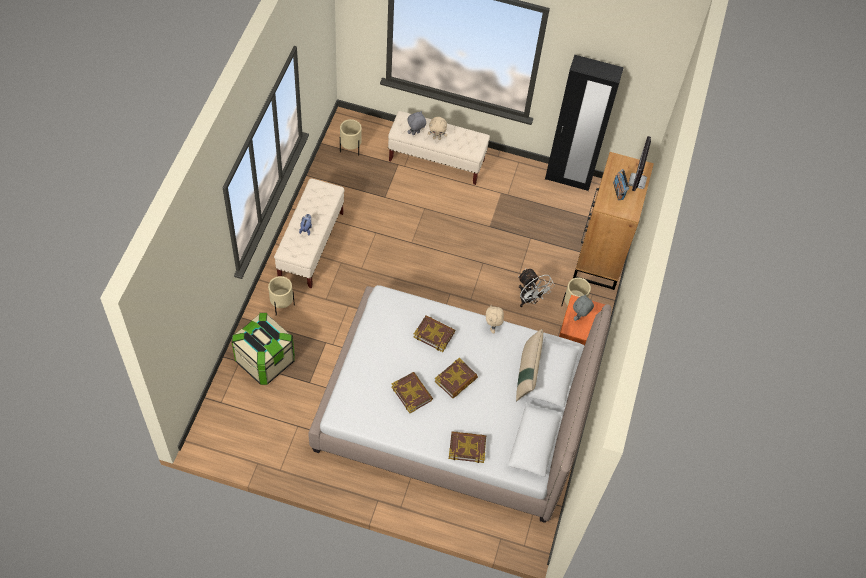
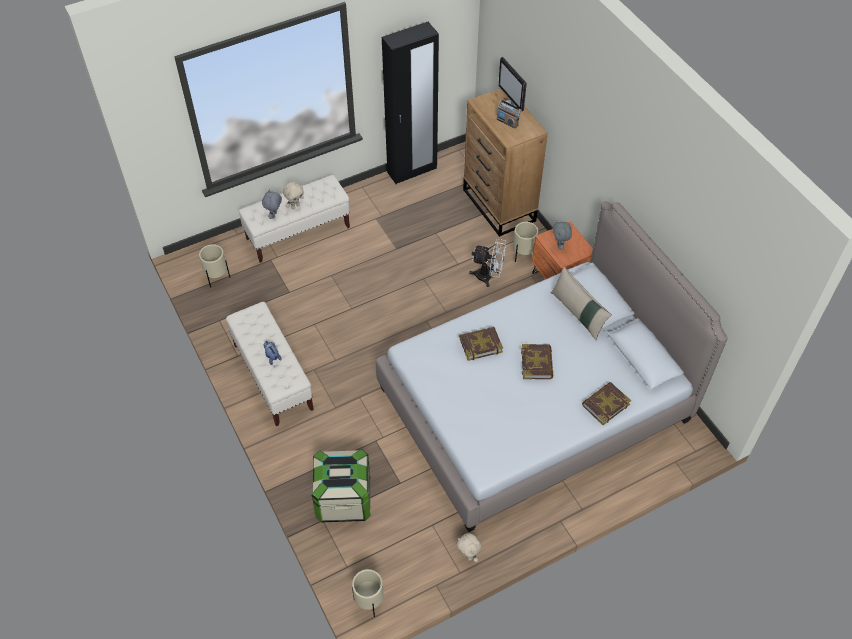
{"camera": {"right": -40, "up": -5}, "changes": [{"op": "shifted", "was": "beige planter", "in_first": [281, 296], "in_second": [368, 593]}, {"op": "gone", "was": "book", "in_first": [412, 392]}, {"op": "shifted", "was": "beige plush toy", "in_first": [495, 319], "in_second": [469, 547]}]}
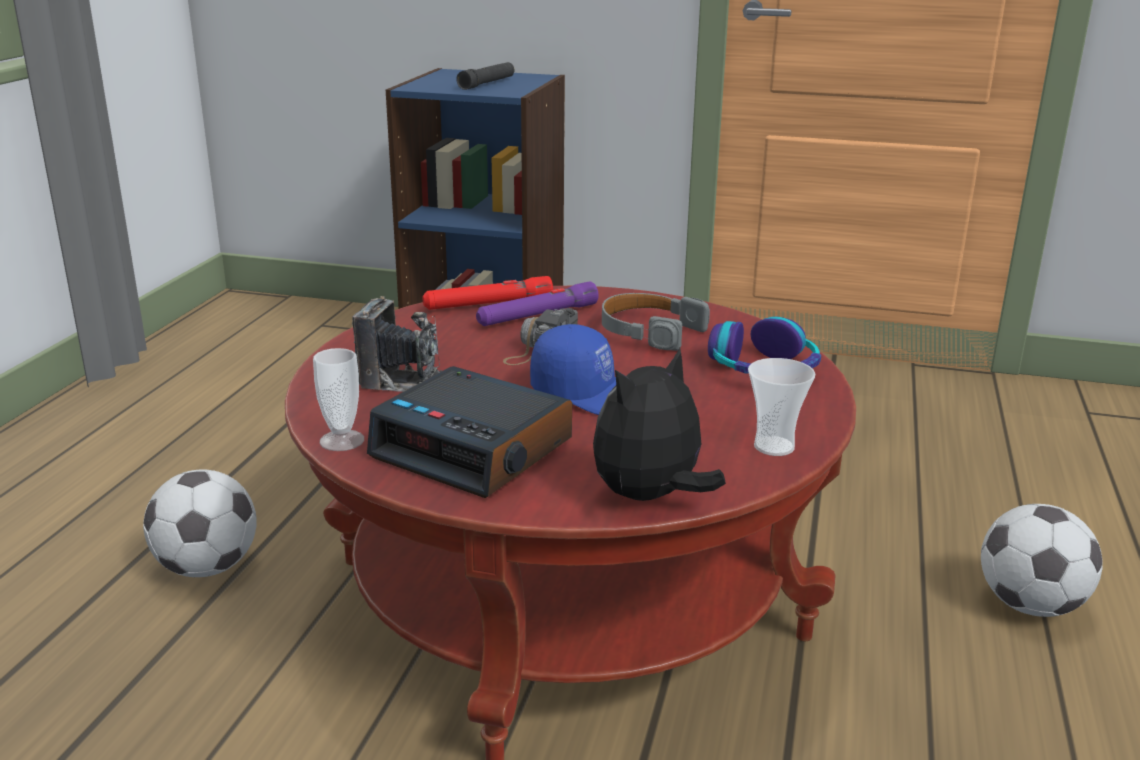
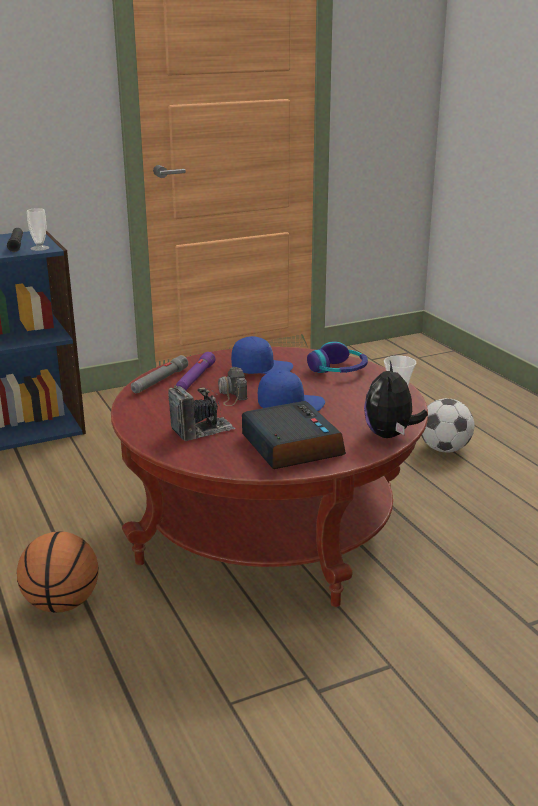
{"camera": {"right": -40, "up": 0}, "changes": [{"op": "swapped", "was": "football", "now": "basketball", "in_first": [200, 523], "in_second": [58, 572]}, {"op": "shifted", "was": "cup", "in_first": [338, 399], "in_second": [38, 229]}, {"op": "rotated", "was": "alarm clock", "in_first": [469, 432], "in_second": [294, 435], "clockwise": -105}, {"op": "repainted", "was": "red flashlight", "now": "grey flashlight", "in_first": [487, 293], "in_second": [159, 374]}, {"op": "swapped", "was": "grey headphones", "now": "blue cap", "in_first": [656, 322], "in_second": [262, 355]}]}
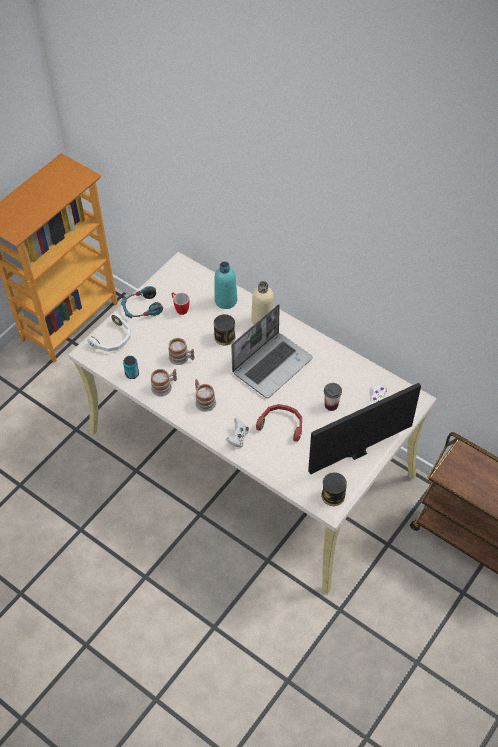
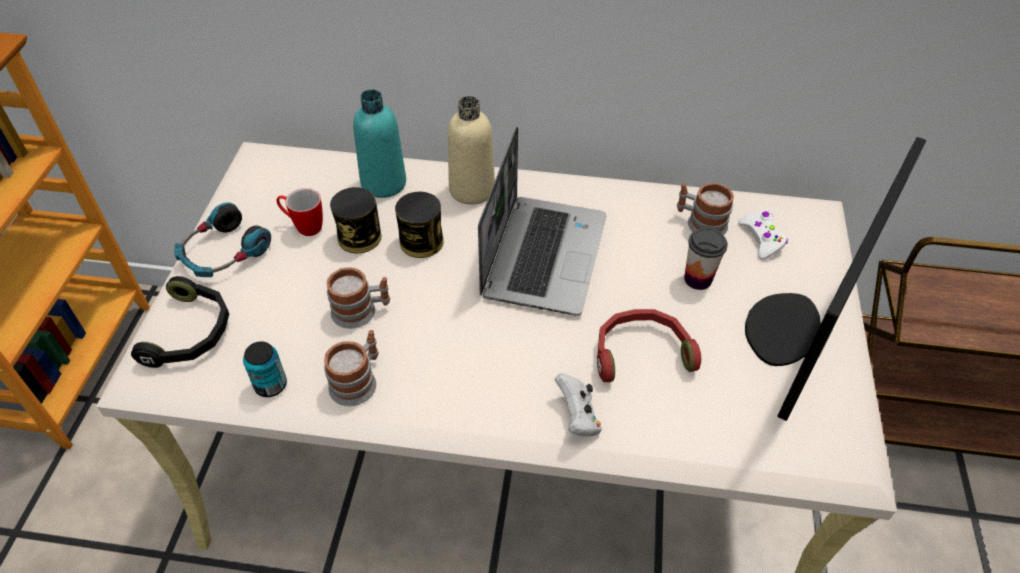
{"camera": {"right": -30, "up": -5}, "changes": [{"op": "repainted", "was": "white headphones", "now": "black headphones", "in_first": [109, 332], "in_second": [180, 322]}, {"op": "shifted", "was": "mug", "in_first": [205, 395], "in_second": [705, 209]}, {"op": "shifted", "was": "can", "in_first": [334, 489], "in_second": [355, 220]}]}
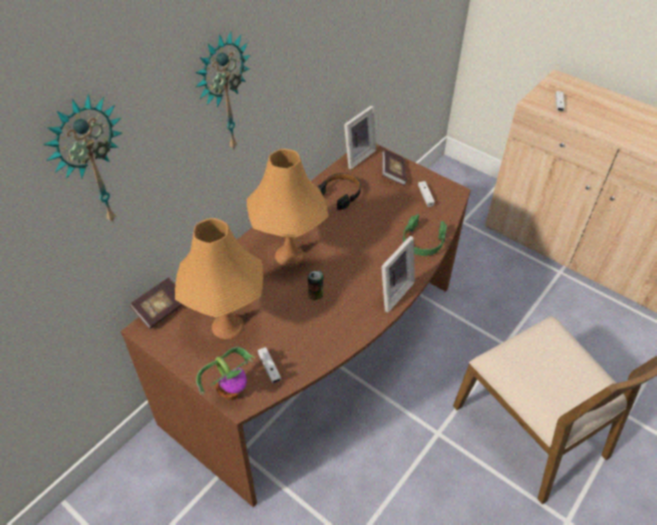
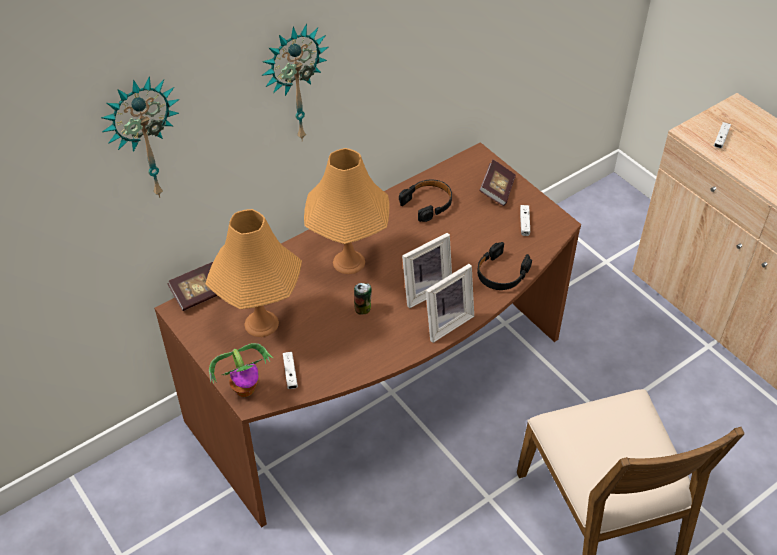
{"camera": {"right": 15, "up": 0}, "changes": [{"op": "shifted", "was": "picture frame", "in_first": [360, 137], "in_second": [427, 270]}, {"op": "repainted", "was": "green headphones", "now": "black headphones", "in_first": [425, 235], "in_second": [504, 266]}]}
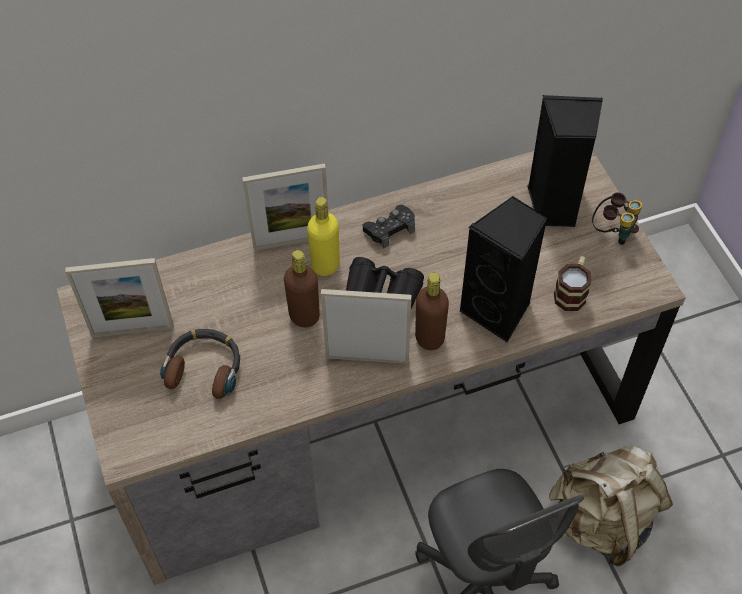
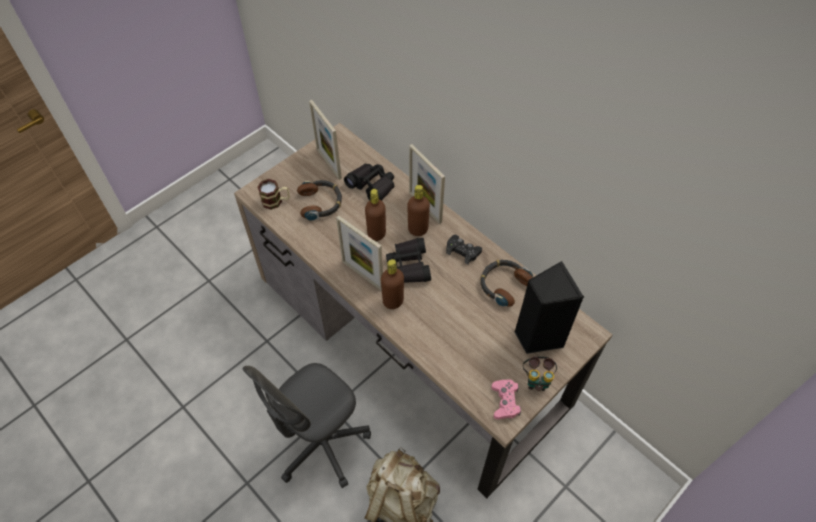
{"camera": {"right": 65, "up": 0}, "changes": [{"op": "repainted", "was": "yellow bottle", "now": "brown bottle", "in_first": [323, 236], "in_second": [418, 210]}, {"op": "rotated", "was": "picture frame", "in_first": [366, 326], "in_second": [359, 253], "clockwise": 150}, {"op": "gone", "was": "black speaker", "in_first": [503, 269]}, {"op": "shifted", "was": "mug", "in_first": [573, 283], "in_second": [274, 194]}, {"op": "new", "now": "black binoculars", "in_second": [369, 182]}, {"op": "new", "now": "headphones", "in_second": [506, 283]}, {"op": "new", "now": "pink game controller", "in_second": [506, 399]}]}
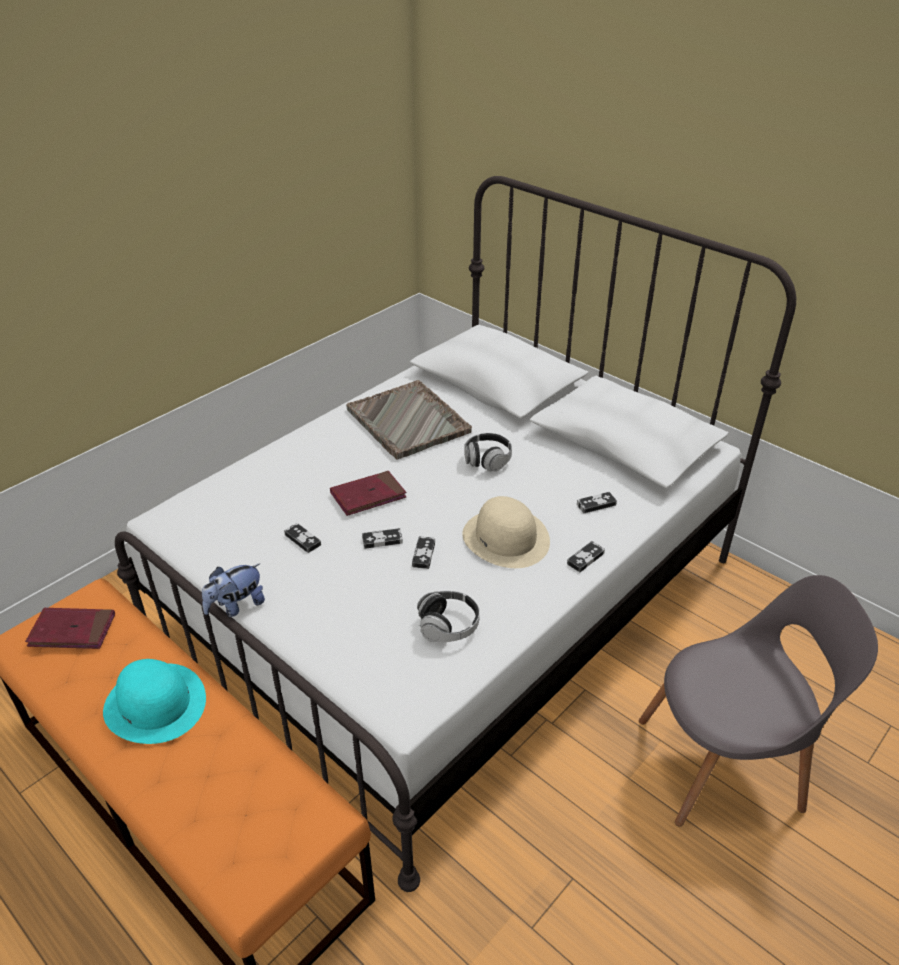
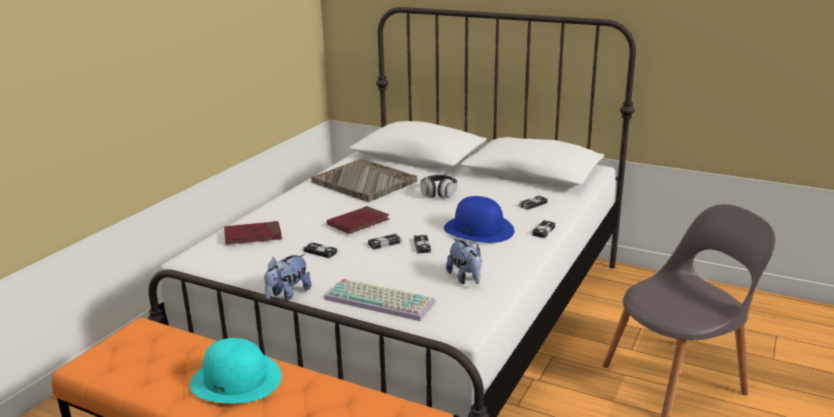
{"camera": {"right": -15, "up": -15}, "changes": [{"op": "shifted", "was": "red book", "in_first": [70, 628], "in_second": [253, 233]}, {"op": "swapped", "was": "headphones", "now": "plush toy", "in_first": [448, 616], "in_second": [464, 261]}, {"op": "repainted", "was": "beige hat", "now": "blue hat", "in_first": [506, 532], "in_second": [479, 219]}, {"op": "new", "now": "keyboard", "in_second": [380, 300]}]}
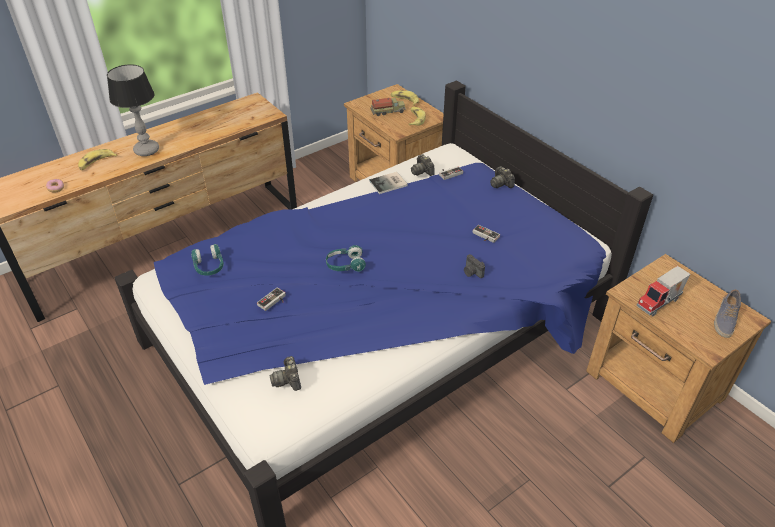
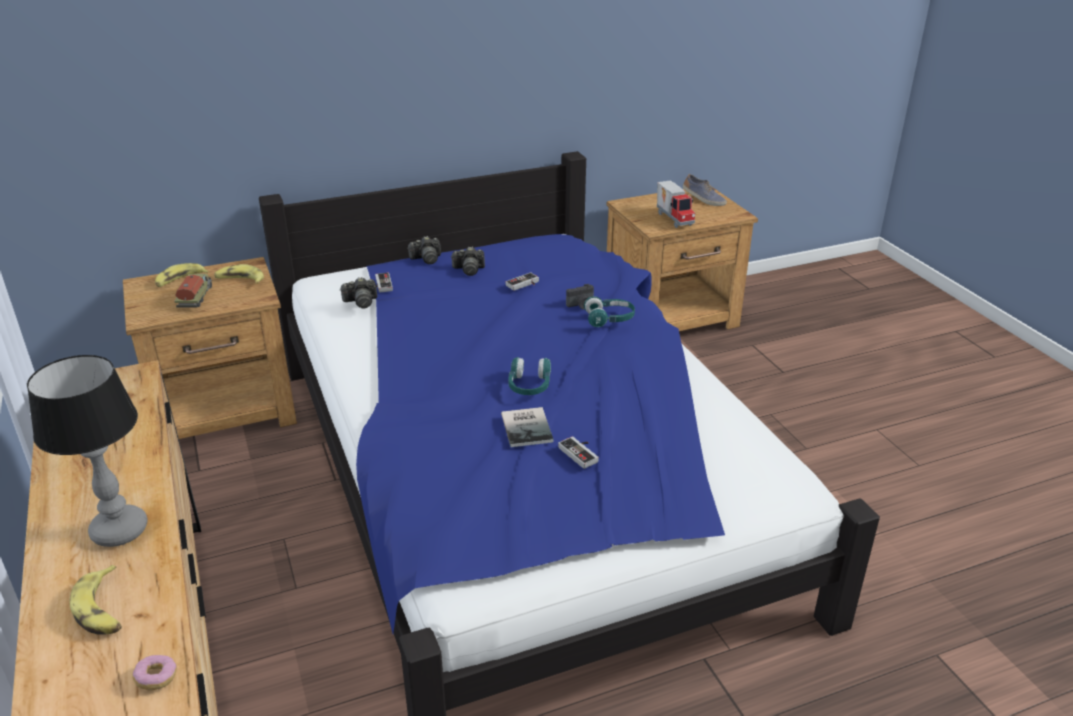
{"camera": {"right": -75, "up": -10}, "changes": [{"op": "shifted", "was": "turquoise headphones", "in_first": [207, 260], "in_second": [609, 311]}, {"op": "shifted", "was": "photo camera", "in_first": [285, 373], "in_second": [467, 261]}, {"op": "shifted", "was": "book", "in_first": [388, 183], "in_second": [527, 427]}]}
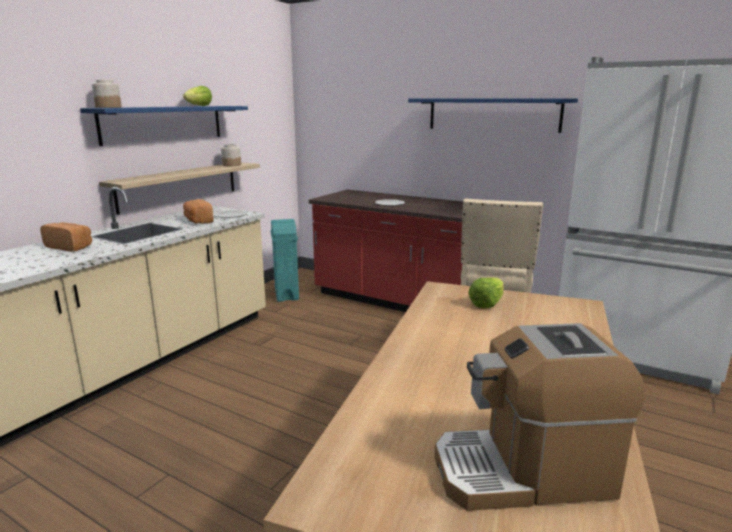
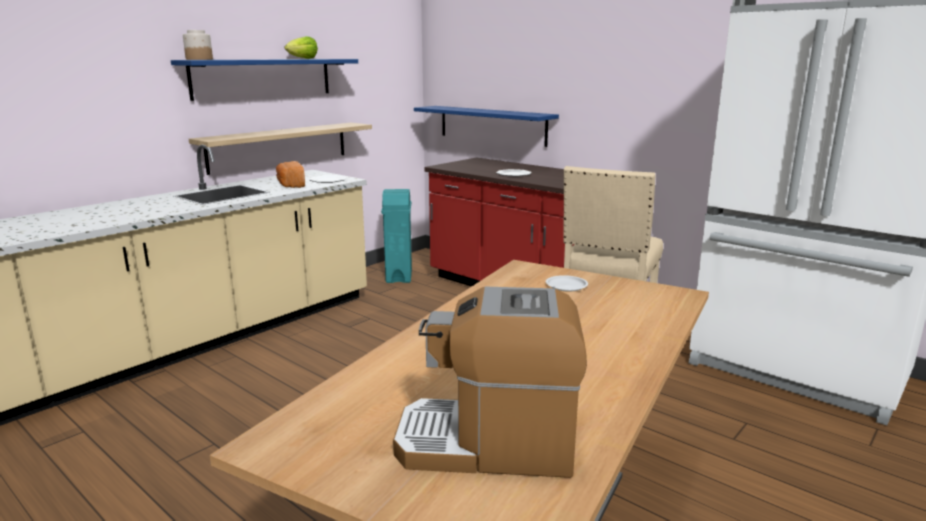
{"camera": {"right": 10, "up": 0}, "changes": [{"op": "gone", "was": "bread", "in_first": [66, 237]}, {"op": "gone", "was": "jar", "in_first": [231, 155]}, {"op": "shifted", "was": "blue shelf", "in_first": [493, 116], "in_second": [486, 126]}, {"op": "swapped", "was": "lettuce", "now": "white plate", "in_first": [486, 293], "in_second": [567, 283]}]}
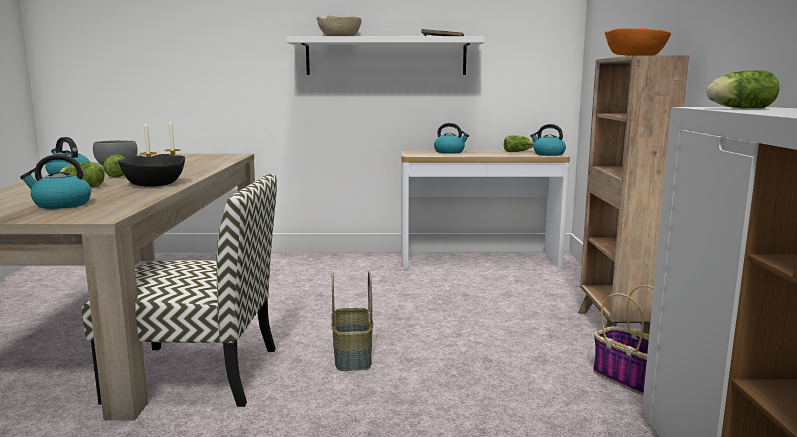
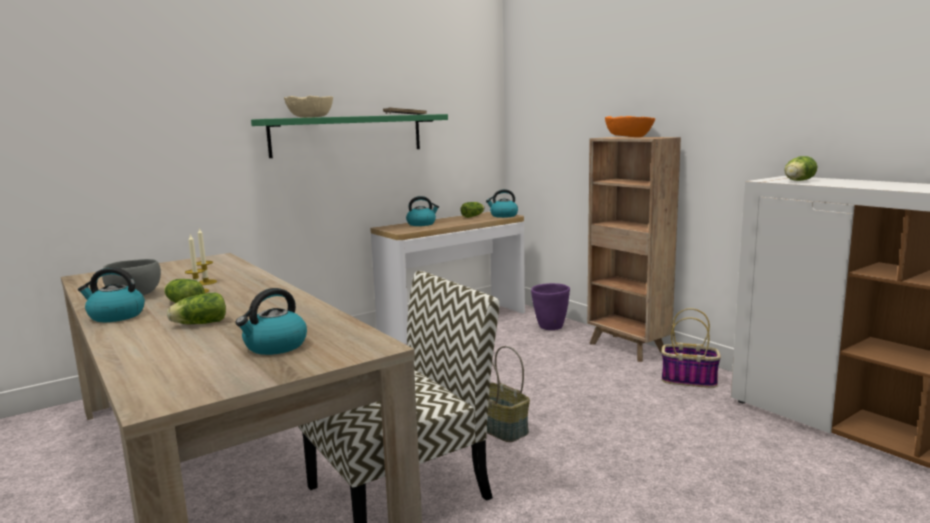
{"camera": {"right": -35, "up": 0}, "changes": [{"op": "gone", "was": "black bowl", "in_first": [151, 170]}, {"op": "repainted", "was": "white shelf", "now": "green shelf", "in_first": [385, 55], "in_second": [349, 136]}, {"op": "new", "now": "purple planter", "in_second": [550, 306]}]}
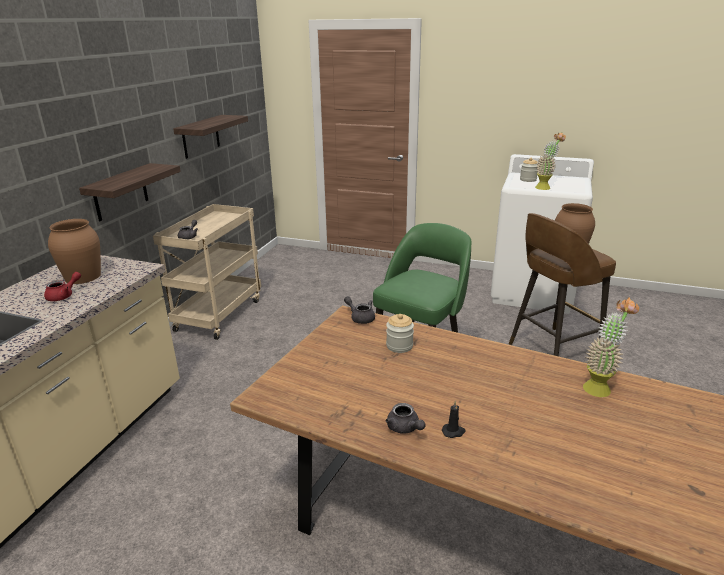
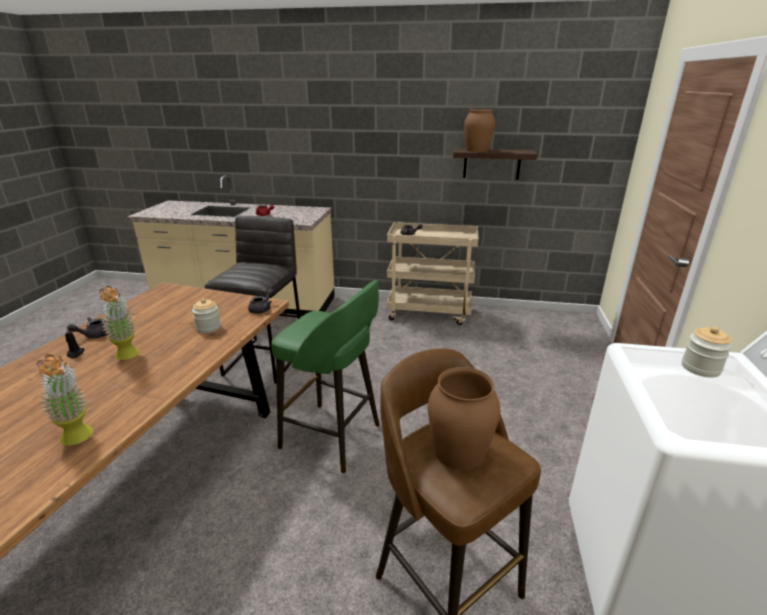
{"camera": {"right": 80, "up": 0}, "changes": [{"op": "shifted", "was": "brown vase", "in_first": [74, 251], "in_second": [479, 130]}, {"op": "gone", "was": "shelf", "in_first": [130, 192]}, {"op": "shifted", "was": "potted plant", "in_first": [550, 161], "in_second": [119, 323]}, {"op": "new", "now": "grey stool", "in_second": [253, 300]}]}
